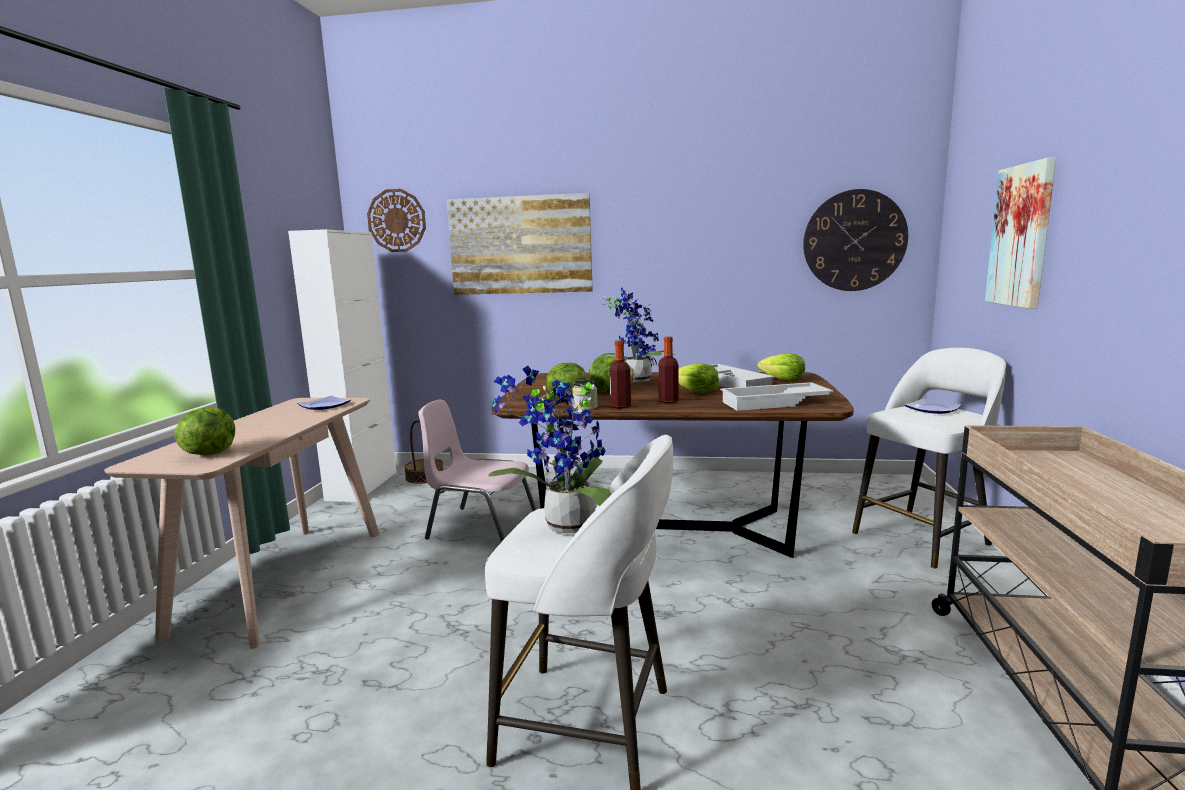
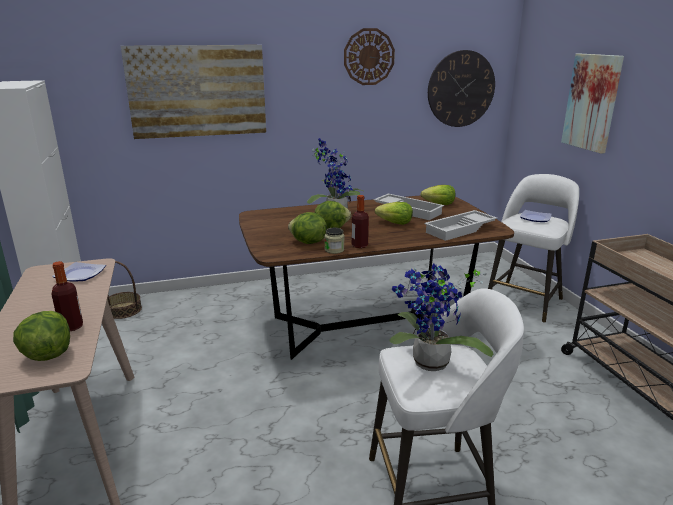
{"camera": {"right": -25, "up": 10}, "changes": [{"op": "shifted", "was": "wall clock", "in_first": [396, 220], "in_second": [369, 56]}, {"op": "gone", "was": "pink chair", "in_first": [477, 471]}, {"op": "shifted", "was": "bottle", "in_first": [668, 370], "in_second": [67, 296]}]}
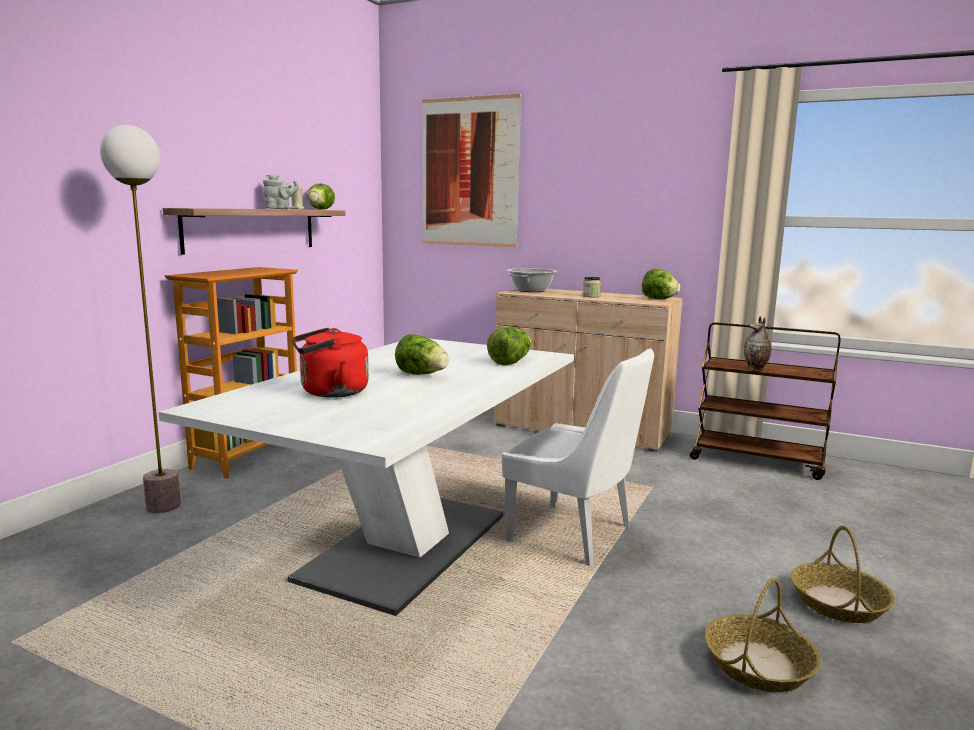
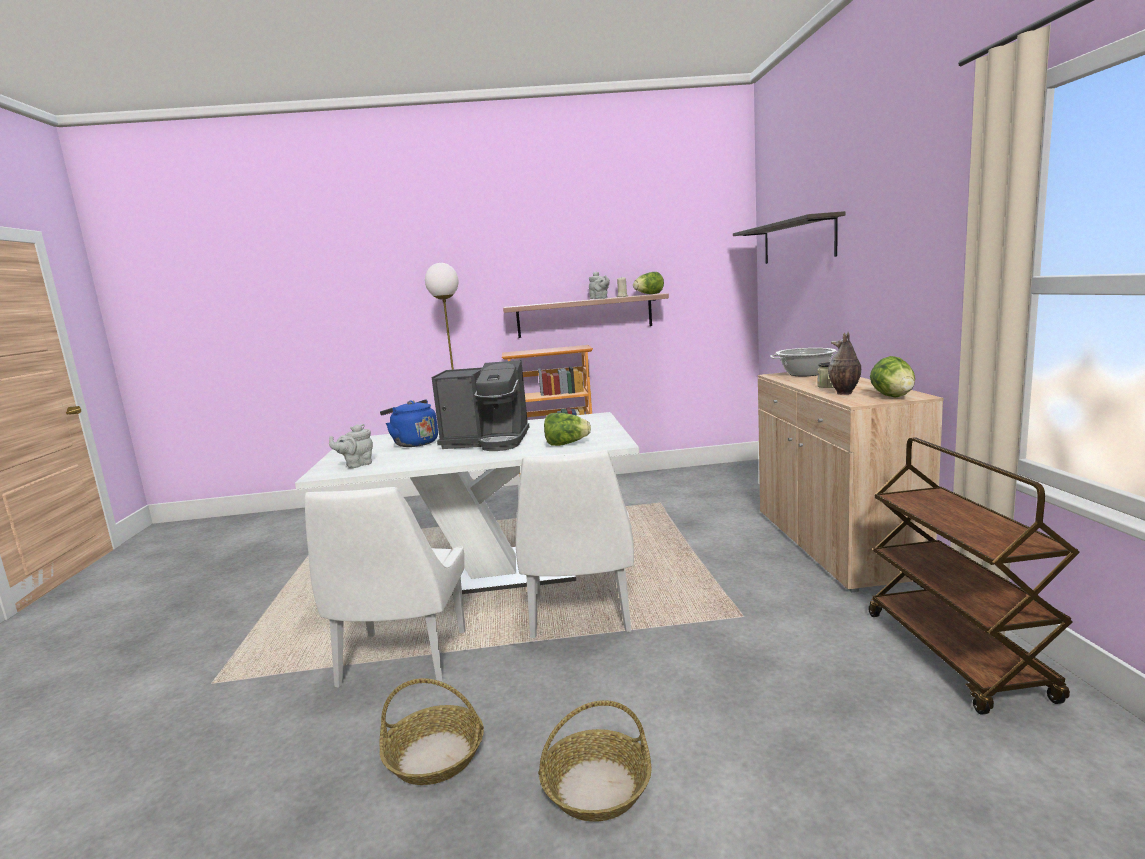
{"camera": {"right": 60, "up": 0}, "changes": [{"op": "repainted", "was": "red kettle", "now": "blue kettle", "in_first": [330, 363], "in_second": [409, 423]}, {"op": "swapped", "was": "lettuce", "now": "coffee machine", "in_first": [422, 354], "in_second": [480, 405]}, {"op": "swapped", "was": "picture", "now": "shelf", "in_first": [471, 170], "in_second": [789, 237]}, {"op": "shifted", "was": "vase", "in_first": [758, 343], "in_second": [844, 363]}, {"op": "new", "now": "white chair", "in_second": [385, 587]}, {"op": "new", "now": "grey teapot", "in_second": [351, 446]}]}
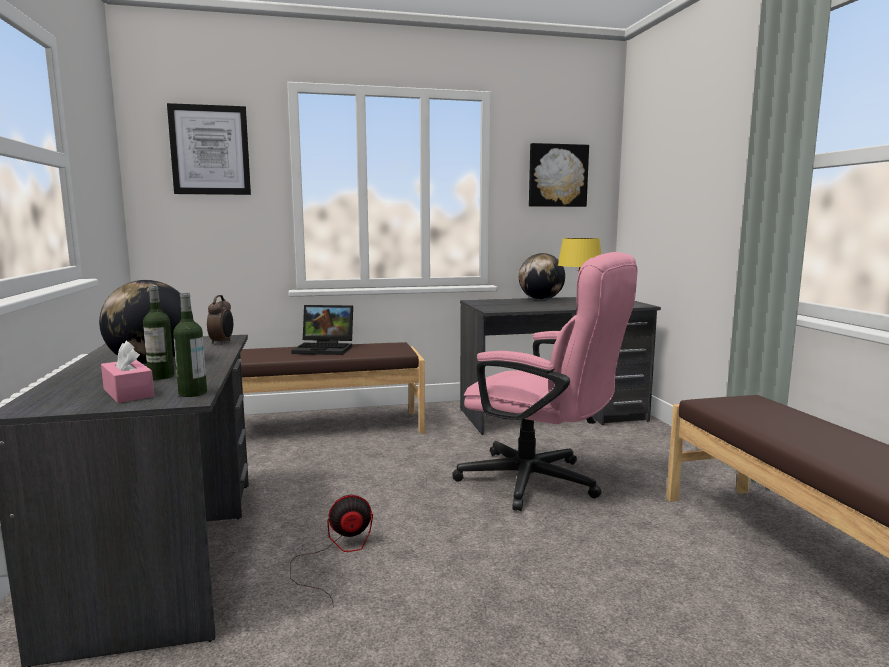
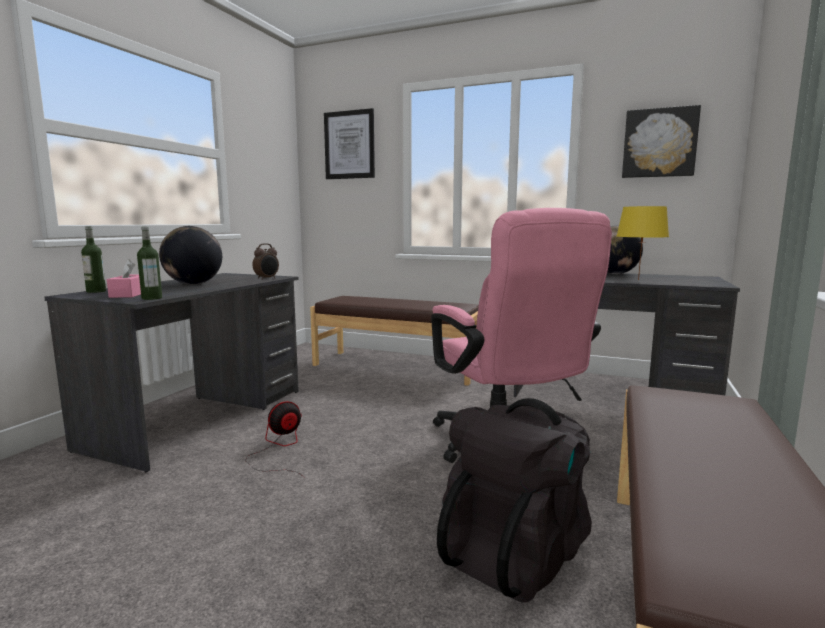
{"camera": {"right": 35, "up": 0}, "changes": [{"op": "shifted", "was": "bottle", "in_first": [159, 332], "in_second": [93, 259]}, {"op": "rotated", "was": "fan", "in_first": [331, 551], "in_second": [275, 439], "clockwise": -60}, {"op": "gone", "was": "laptop", "in_first": [322, 330]}, {"op": "new", "now": "black backpack", "in_second": [514, 500]}]}
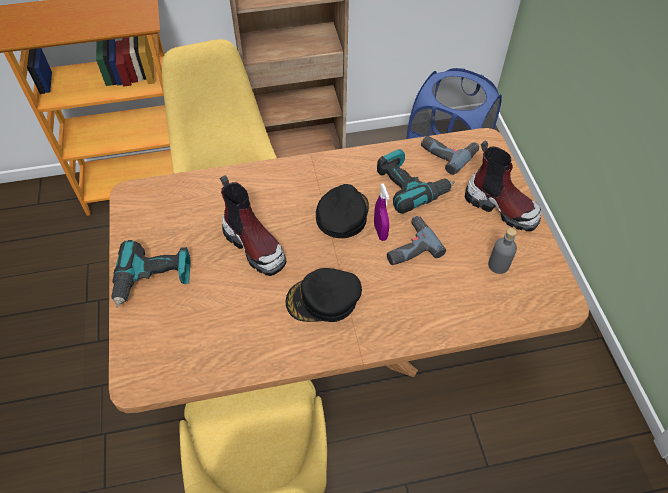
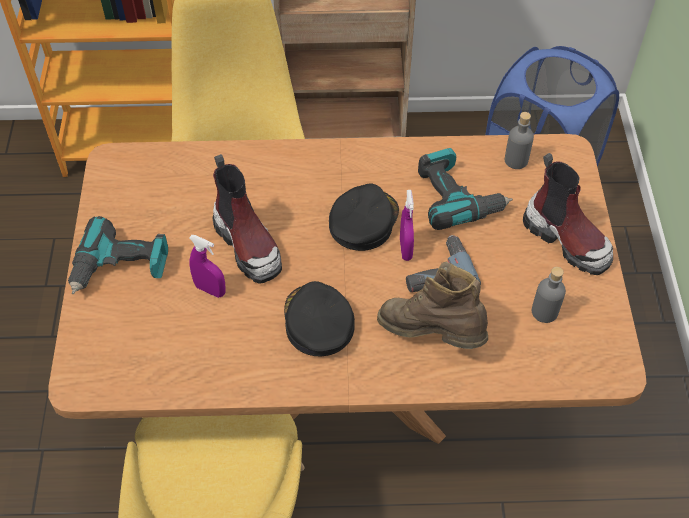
{"camera": {"right": 10, "up": 0}, "changes": [{"op": "rotated", "was": "black cap", "in_first": [324, 295], "in_second": [319, 318], "clockwise": 75}, {"op": "swapped", "was": "power drill", "now": "grey bottle", "in_first": [450, 155], "in_second": [519, 140]}, {"op": "new", "now": "purple spray bottle", "in_second": [207, 266]}, {"op": "new", "now": "brown boot", "in_second": [432, 305]}]}
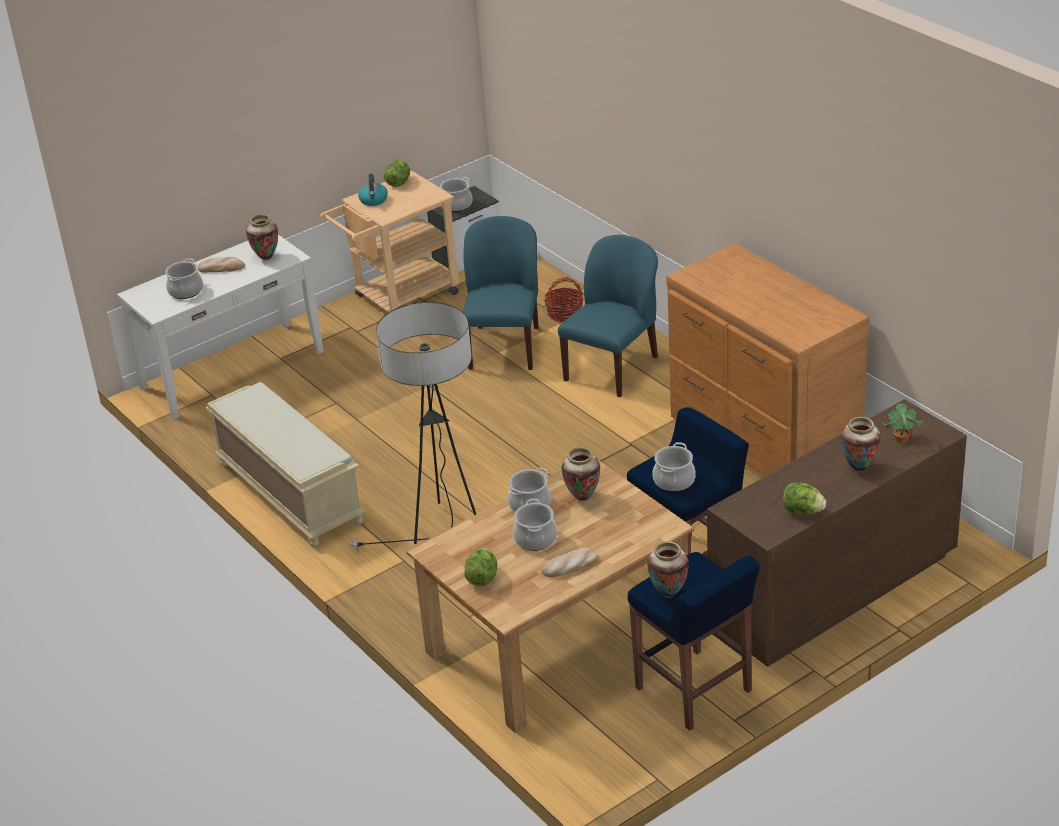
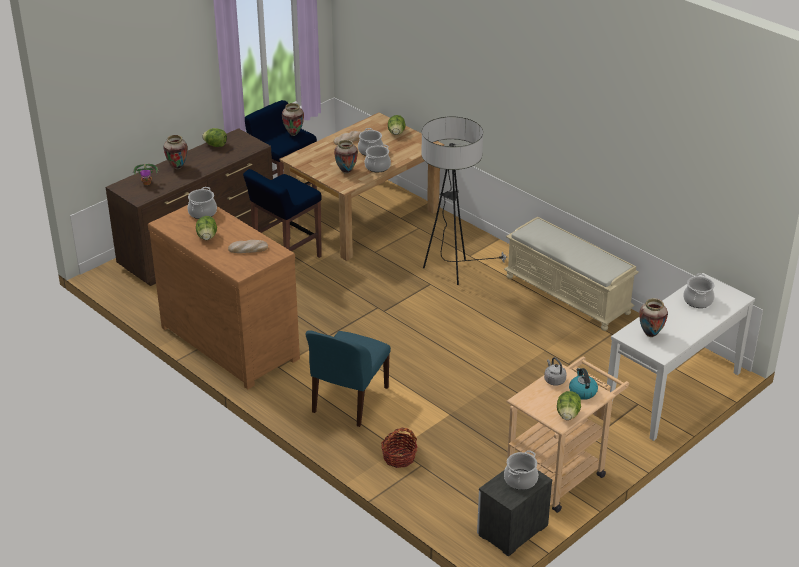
{"camera": {"right": 170, "up": 0}, "changes": [{"op": "shifted", "was": "bread", "in_first": [221, 265], "in_second": [248, 246]}, {"op": "gone", "was": "blue chair", "in_first": [501, 293]}, {"op": "shifted", "was": "cooking pot", "in_first": [674, 467], "in_second": [202, 203]}, {"op": "new", "now": "lettuce", "in_second": [206, 228]}, {"op": "new", "now": "grey kettle", "in_second": [555, 371]}]}
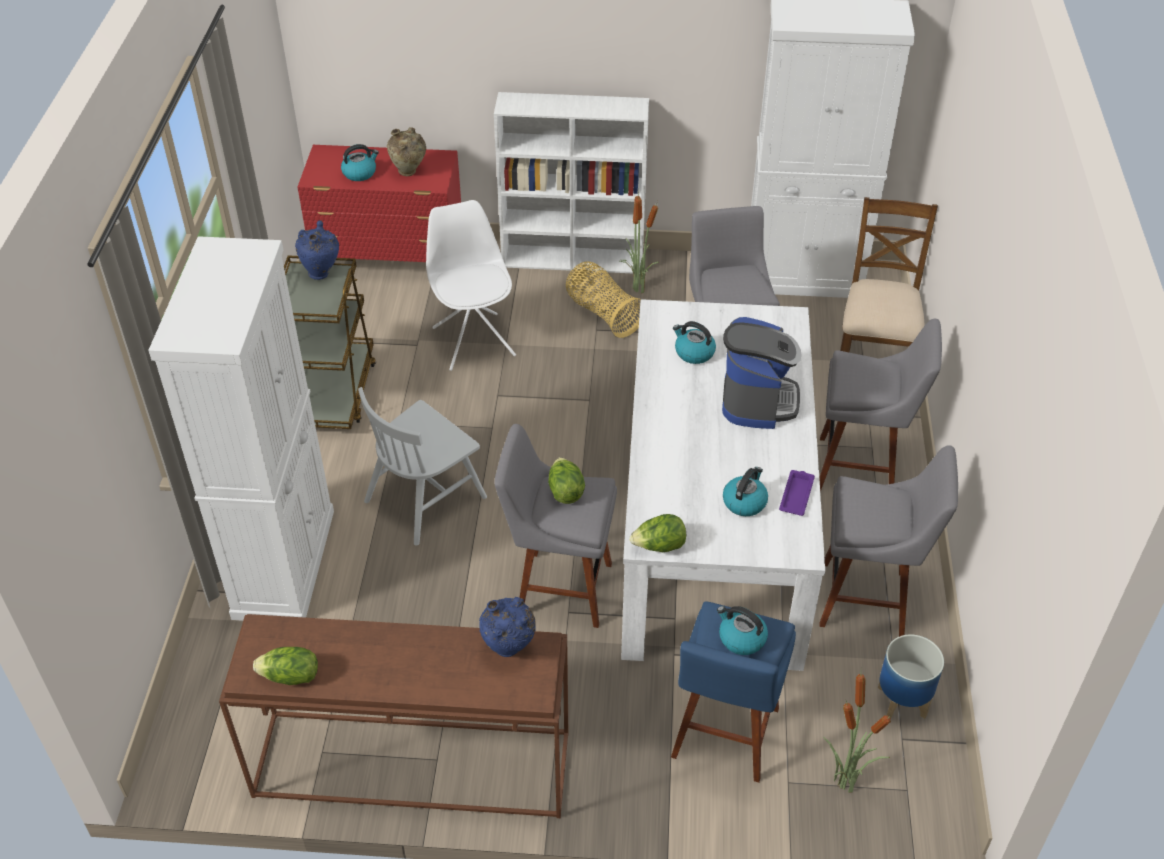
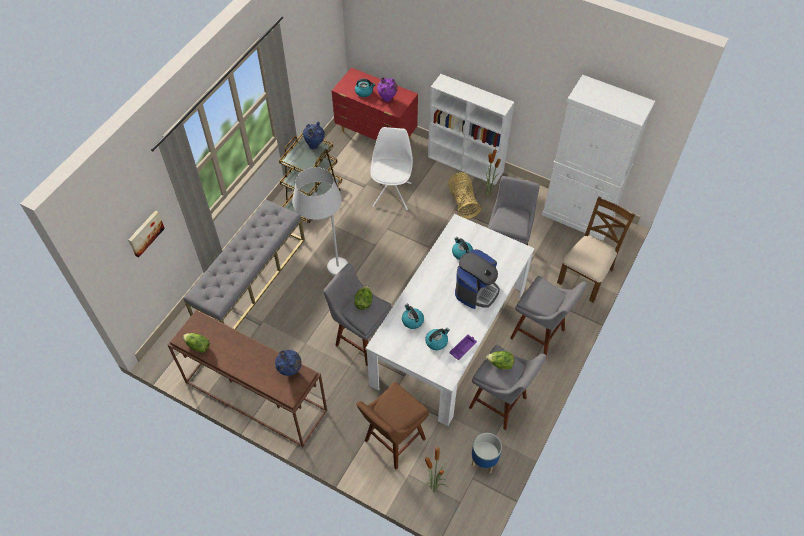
{"camera": {"right": 25, "up": 10}, "changes": [{"op": "swapped", "was": "white cabinet", "now": "grey bench", "in_first": [241, 428], "in_second": [244, 264]}, {"op": "swapped", "was": "white chair", "now": "white floor lamp", "in_first": [422, 466], "in_second": [320, 221]}, {"op": "repainted", "was": "beige vase", "now": "purple vase", "in_first": [406, 151], "in_second": [387, 89]}, {"op": "shifted", "was": "lettuce", "in_first": [658, 533], "in_second": [500, 360]}, {"op": "repainted", "was": "blue stool", "now": "brown stool", "in_first": [733, 692], "in_second": [392, 425]}, {"op": "shifted", "was": "kettle", "in_first": [742, 630], "in_second": [413, 316]}, {"op": "new", "now": "picture", "in_second": [146, 234]}]}
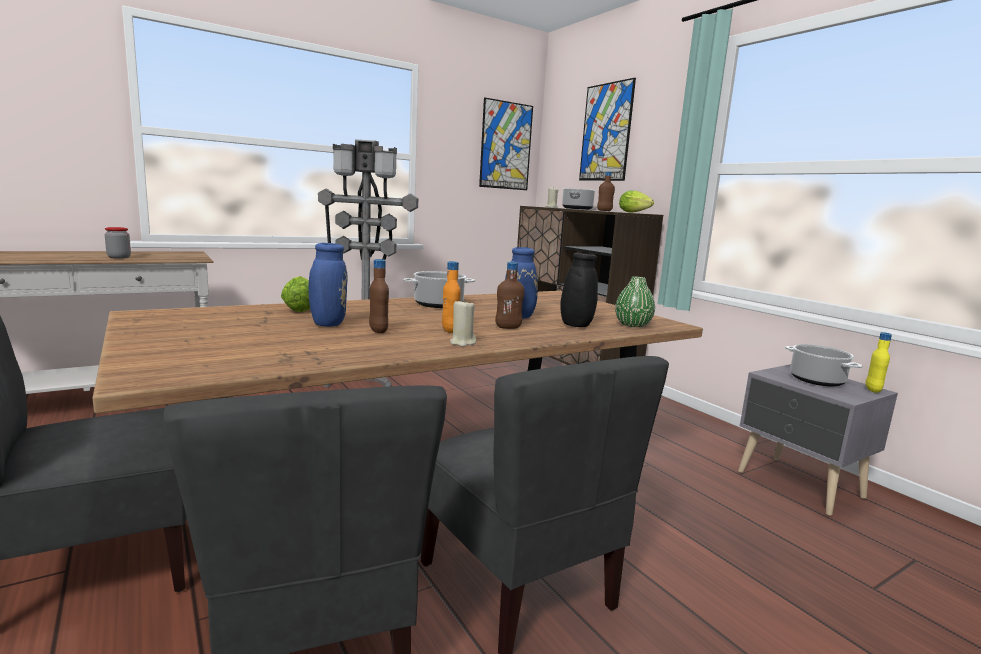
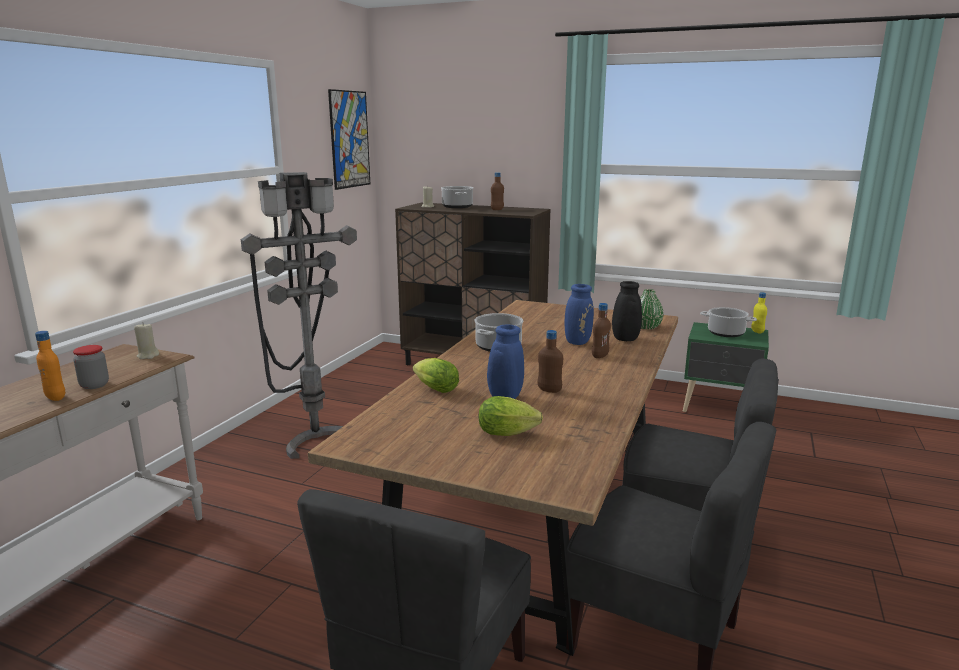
{"camera": {"right": -35, "up": 5}, "changes": [{"op": "shifted", "was": "orange bottle", "in_first": [451, 297], "in_second": [50, 366]}, {"op": "shifted", "was": "beige candle", "in_first": [463, 323], "in_second": [146, 340]}, {"op": "gone", "was": "picture", "in_first": [607, 129]}, {"op": "shifted", "was": "lettuce", "in_first": [636, 201], "in_second": [511, 416]}, {"op": "repainted", "was": "grey nightstand", "now": "green nightstand", "in_first": [818, 440], "in_second": [726, 367]}]}
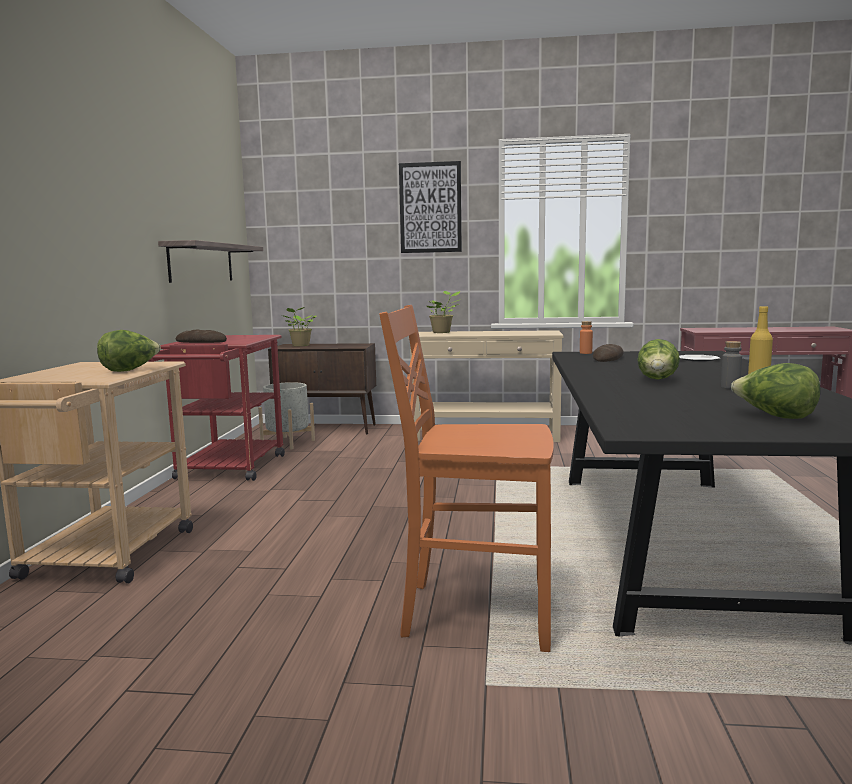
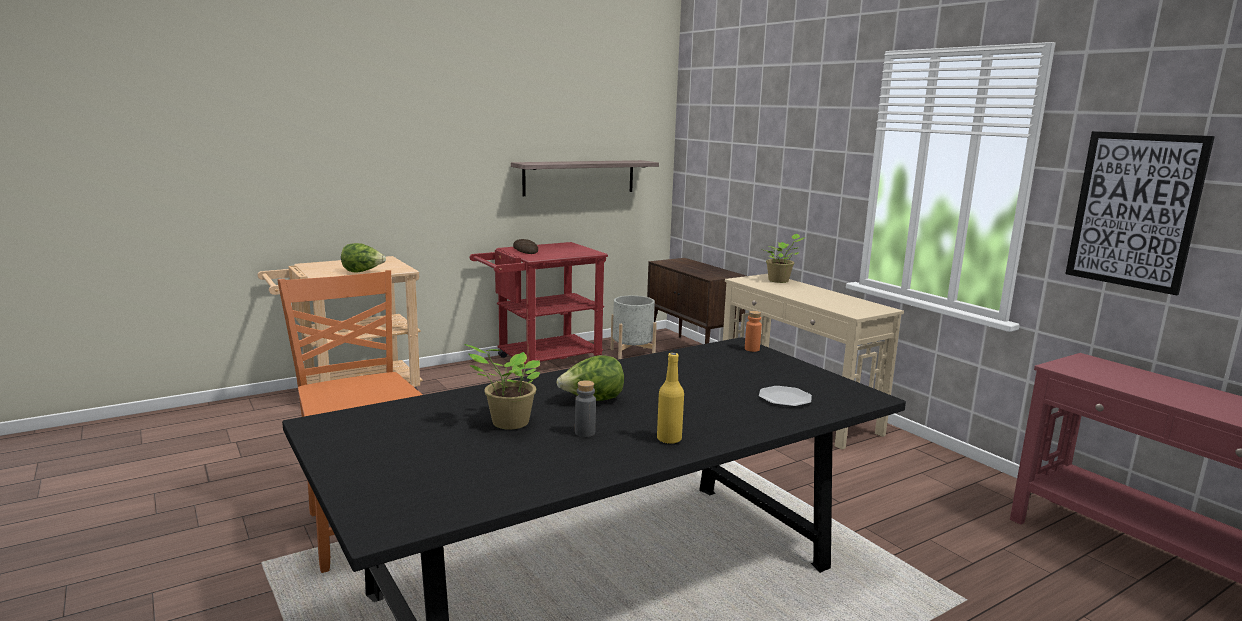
{"camera": {"right": 50, "up": 5}, "changes": [{"op": "shifted", "was": "potted plant", "in_first": [299, 326], "in_second": [502, 387]}, {"op": "shifted", "was": "picture", "in_first": [430, 207], "in_second": [1140, 213]}, {"op": "gone", "was": "bread", "in_first": [608, 353]}, {"op": "gone", "was": "lettuce", "in_first": [776, 391]}]}
